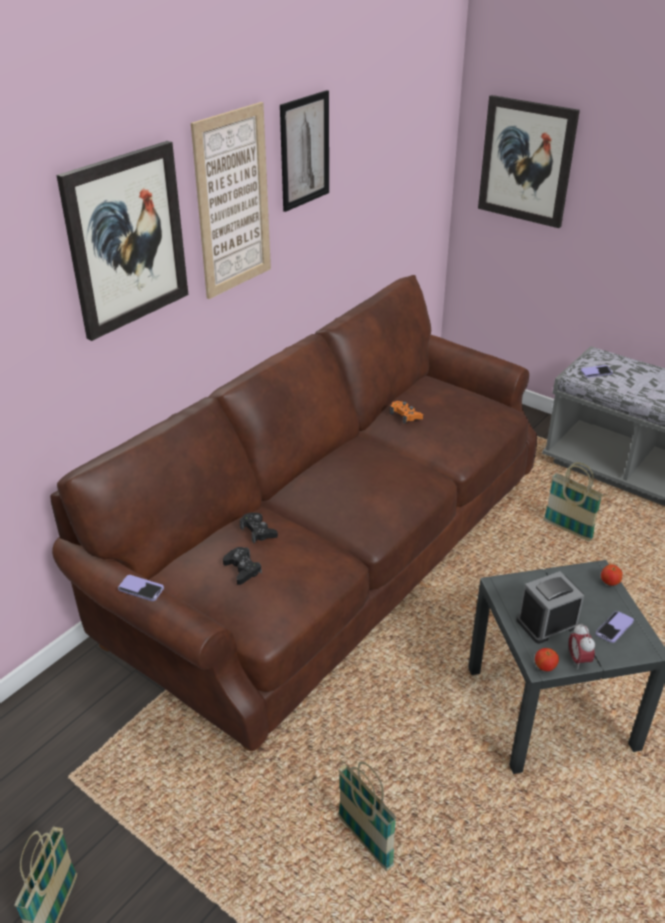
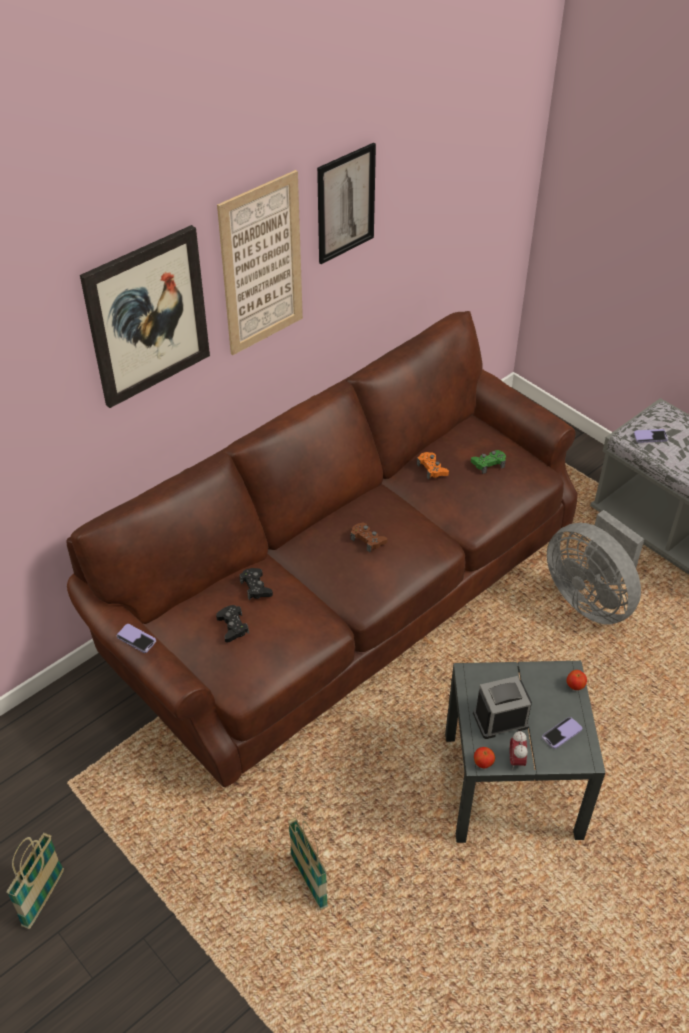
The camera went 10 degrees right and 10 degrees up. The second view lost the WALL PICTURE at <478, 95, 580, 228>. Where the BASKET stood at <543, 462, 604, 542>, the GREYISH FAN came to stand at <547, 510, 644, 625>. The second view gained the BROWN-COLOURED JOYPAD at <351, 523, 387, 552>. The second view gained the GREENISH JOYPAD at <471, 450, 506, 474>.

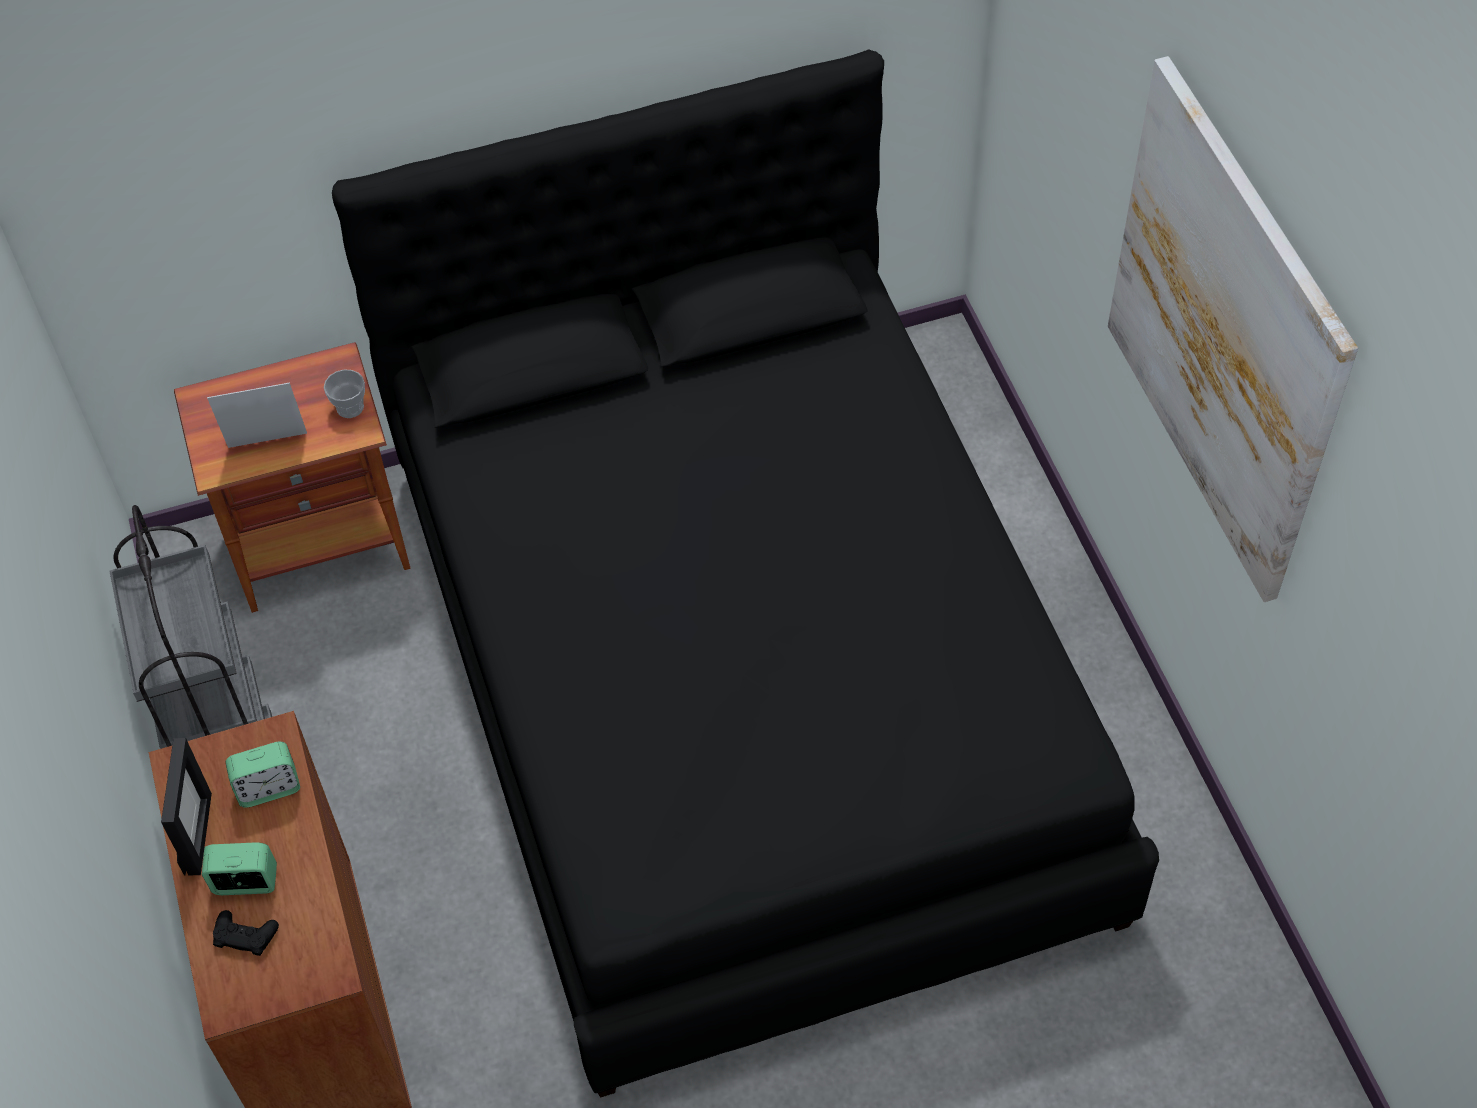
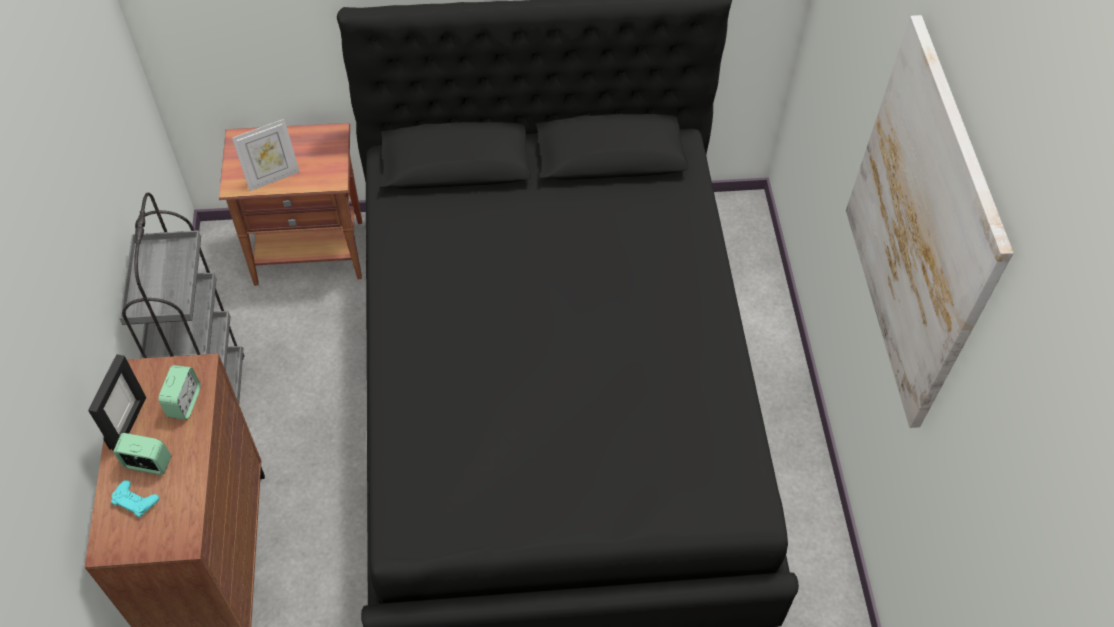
The camera went 10 degrees right and 0 degrees up. The PHOTO FRAME at <207, 383, 307, 448> ended up facing another way, 150 degrees clockwise from before. What was the BLACKISH JOYPAD at <213, 910, 279, 956> turned into the BLUE-GREEN JOYPAD at <111, 480, 159, 517>. The TABLE CLOCK at <225, 742, 300, 808> ended up facing another way, 75 degrees counterclockwise from before. The second view lost the SMALL CUP at <324, 370, 365, 418>.

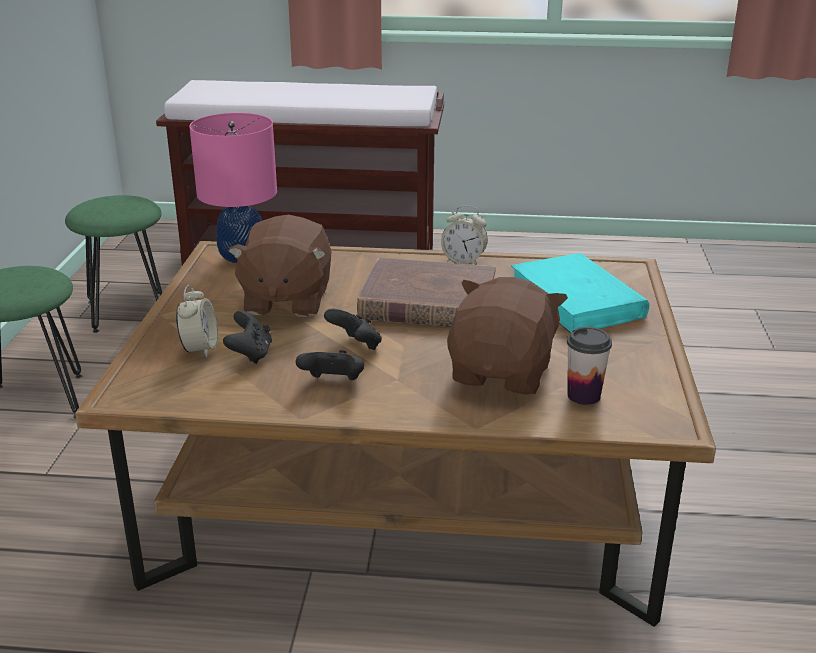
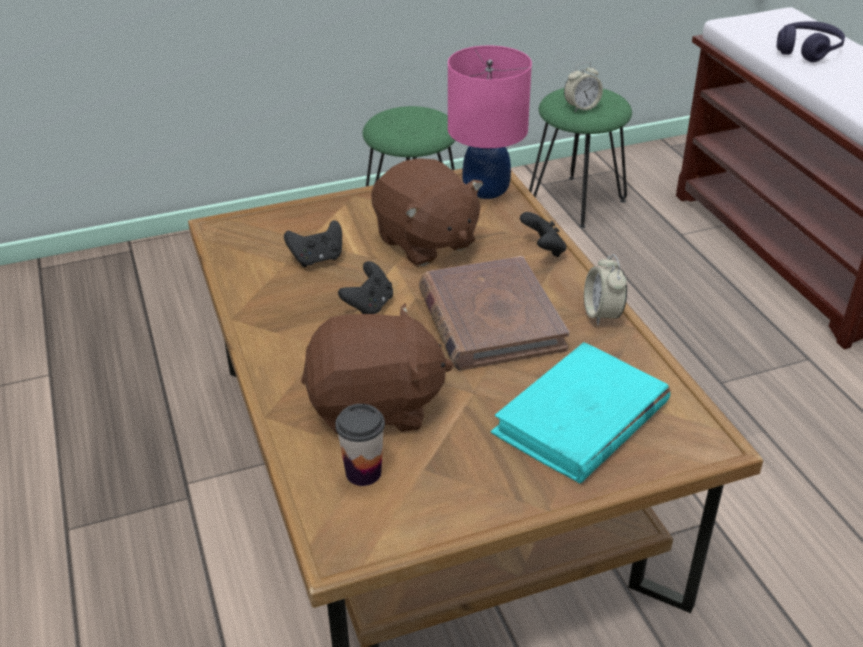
The camera went 65 degrees right and 10 degrees up. The TABLE CLOCK ended up elsewhere, having gone from <176, 285, 218, 358> to <564, 62, 603, 112>. The BROWN-COLOURED CUDDLY TOY at <228, 215, 331, 317> ended up facing another way, 105 degrees counterclockwise from before. The BLACKISH JOYPAD ended up elsewhere, having gone from <296, 350, 364, 380> to <520, 212, 566, 257>. The second view gained the PURPLISH PAIR OF HEADPHONES at <777, 21, 845, 62>.

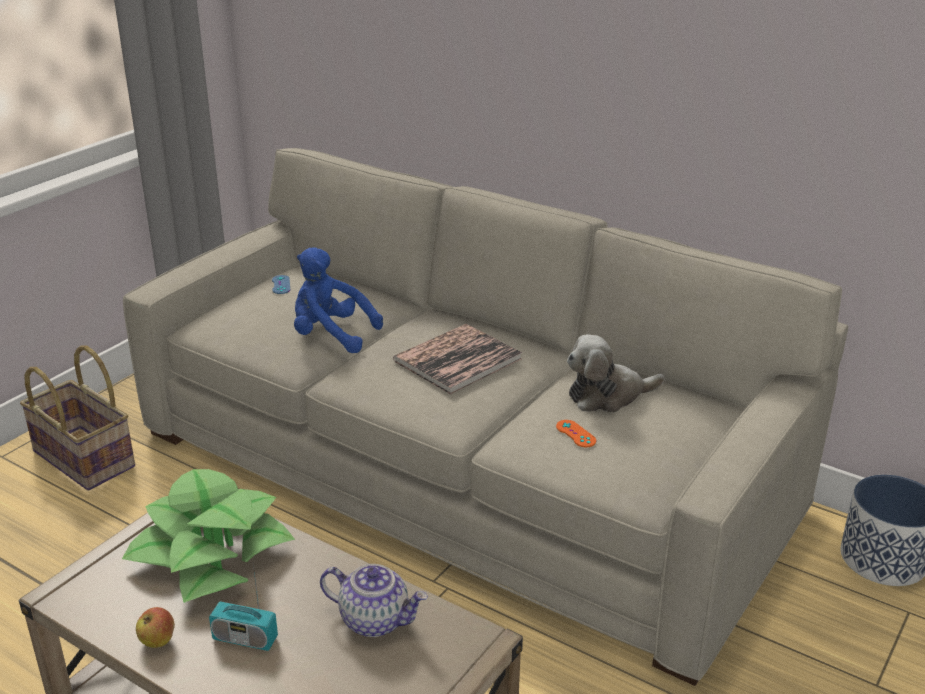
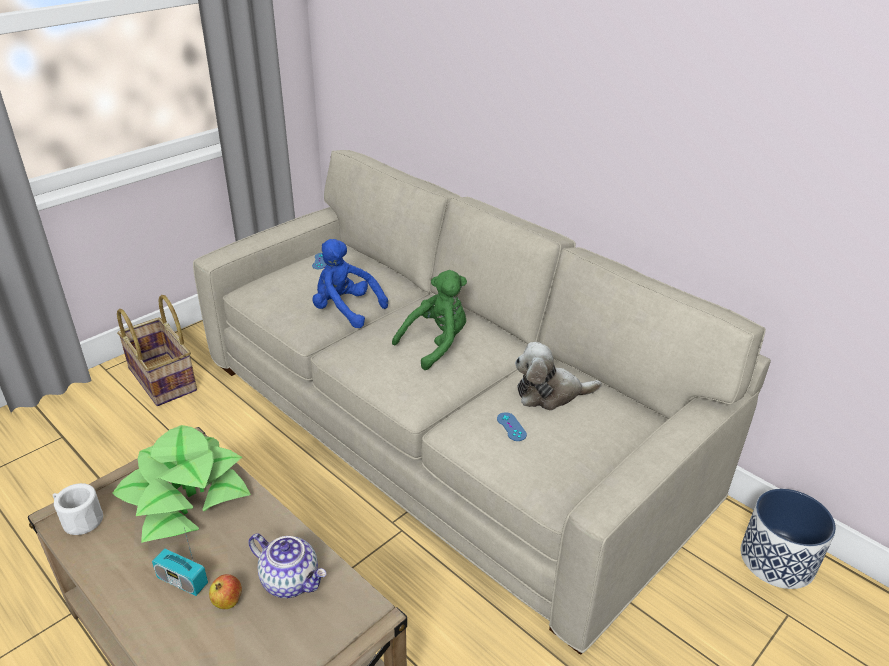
The camera went 10 degrees right and 5 degrees up. The WHOLE APPLE ended up elsewhere, having gone from <136, 607, 175, 648> to <209, 574, 242, 609>. Where the BOOK stood at <393, 324, 522, 394>, the GREENISH CUDDLY TOY came to stand at <392, 270, 467, 370>. What was the ORANGE-COLOURED JOYPAD at <556, 420, 596, 447> turned into the BLUE JOYPAD at <497, 412, 527, 441>. The second view gained the WHITE MUG at <53, 483, 103, 535>.

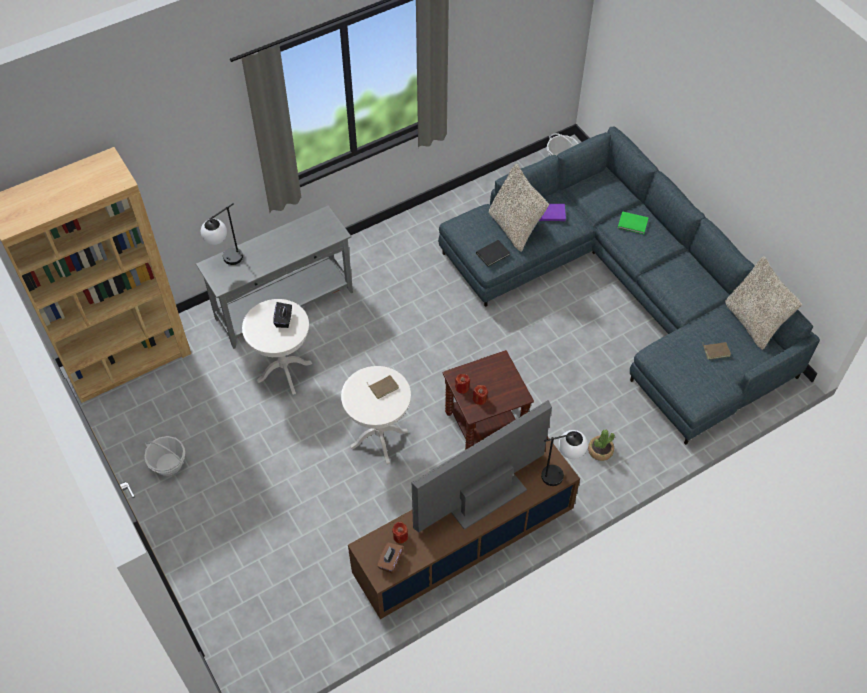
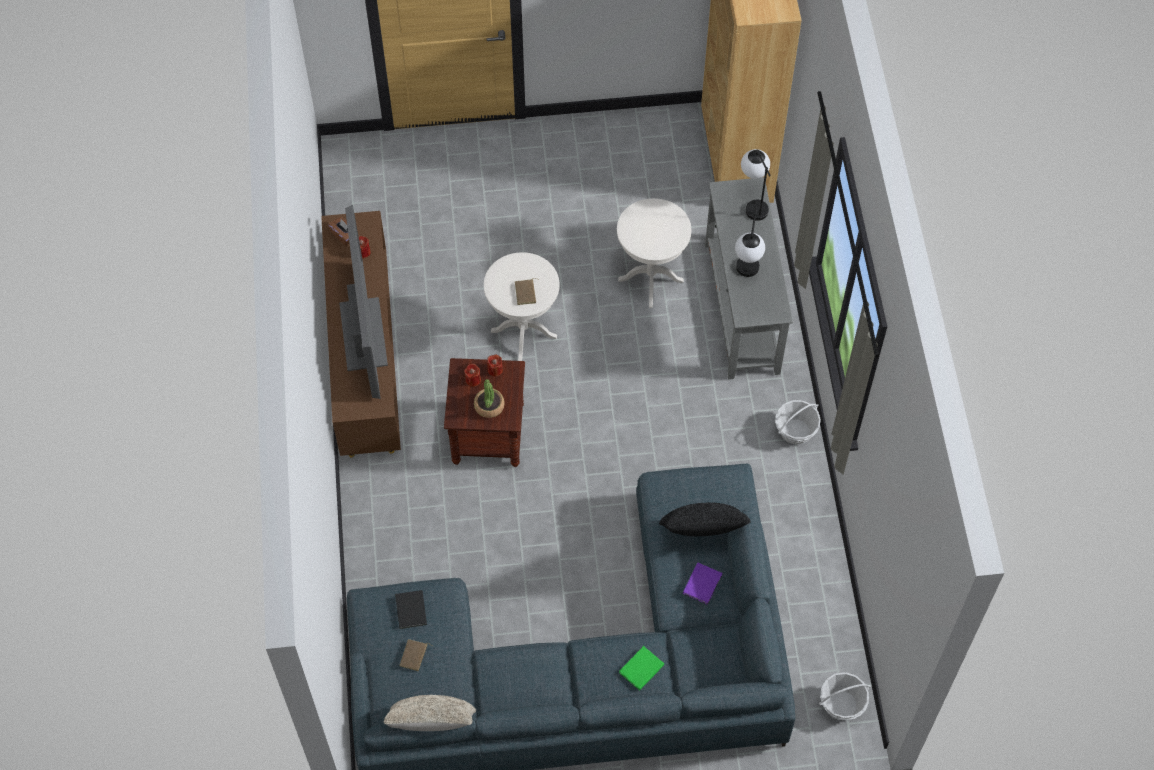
The camera went 115 degrees right and 5 degrees up. The BASKET ended up elsewhere, having gone from <144, 436, 185, 476> to <775, 400, 821, 444>. The second view lost the BLACKISH TISSUE BOX at <273, 302, 292, 328>. The BLACKISH BOOK ended up elsewhere, having gone from <476, 240, 510, 267> to <395, 590, 427, 629>. What was the BEIGE THROW PILLOW at <489, 164, 549, 252> turned into the BLACKISH THROW PILLOW at <659, 502, 751, 536>. The TABLE LAMP ended up elsewhere, having gone from <541, 430, 588, 486> to <735, 207, 765, 277>. The HOUSEPLANT ended up elsewhere, having gone from <588, 429, 615, 461> to <474, 379, 505, 418>.

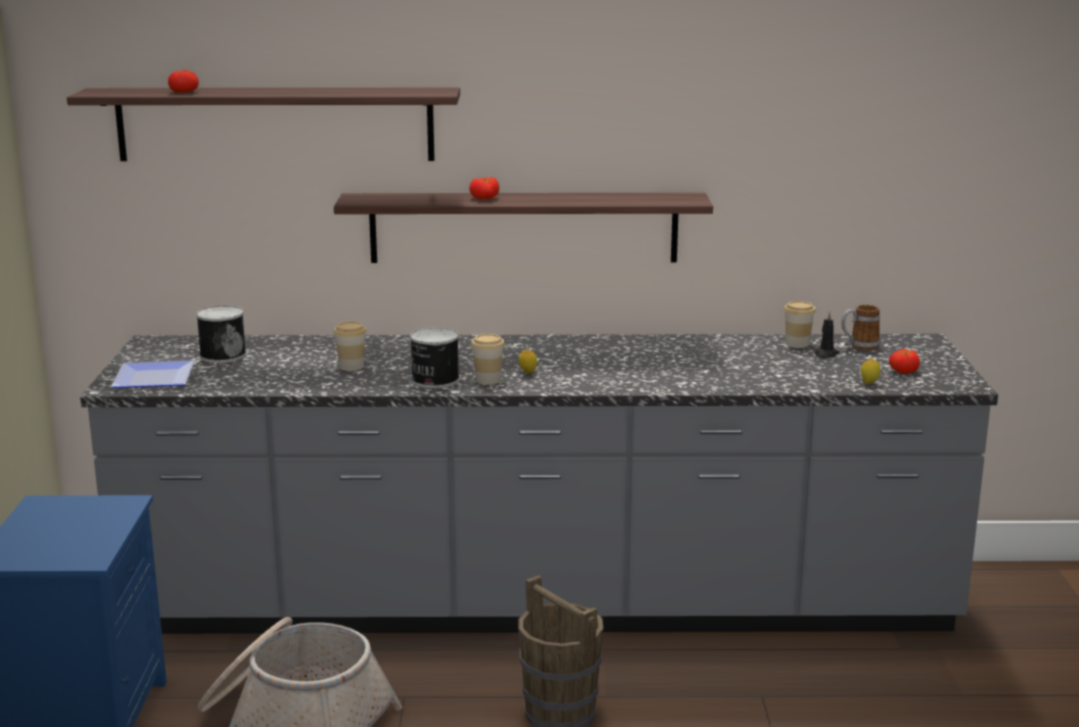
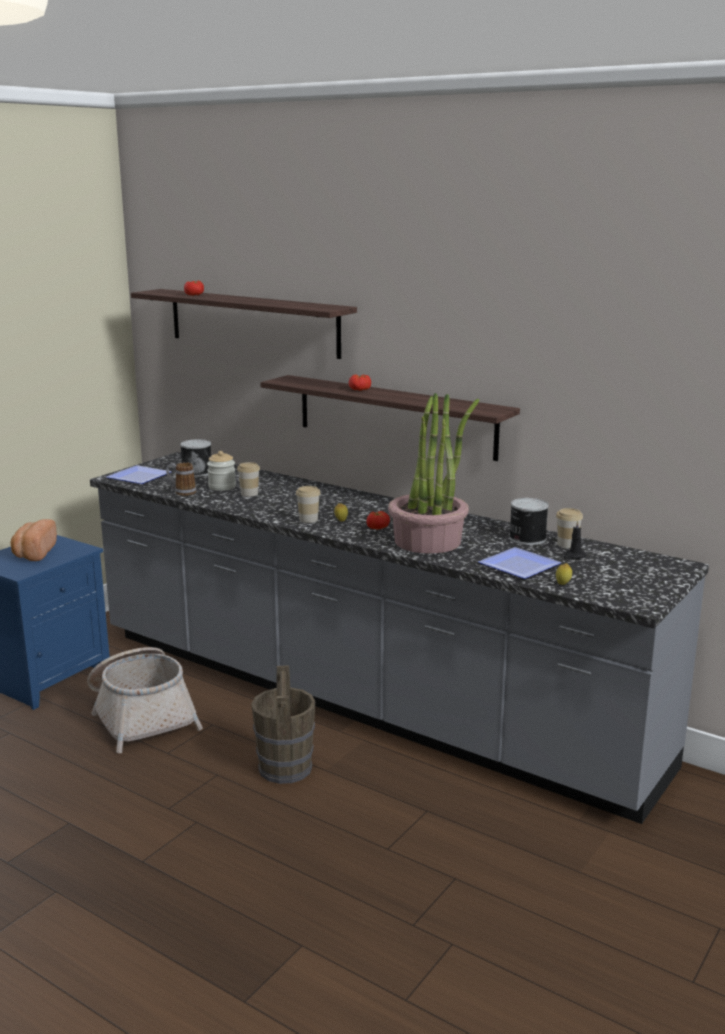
The camera went 35 degrees right and 0 degrees up. The METAL CAN ended up elsewhere, having gone from <410, 327, 459, 388> to <509, 498, 549, 545>. The MUG ended up elsewhere, having gone from <841, 305, 880, 351> to <166, 462, 196, 496>. The WHOLE TOMATO ended up elsewhere, having gone from <889, 349, 920, 374> to <367, 511, 390, 530>. The second view gained the BREAD at <10, 519, 57, 561>. The second view gained the JAR at <207, 451, 236, 491>. The second view gained the HOUSEPLANT at <388, 393, 479, 554>. The second view gained the FLAT DISH at <478, 547, 561, 579>.

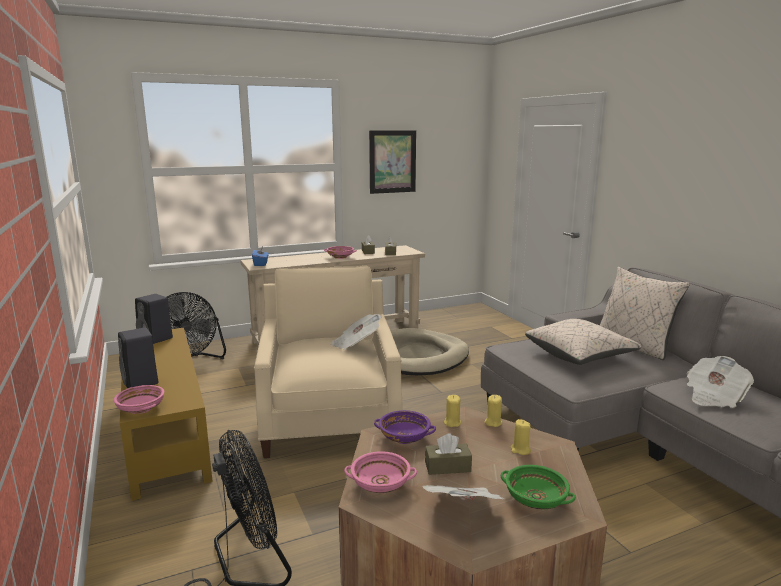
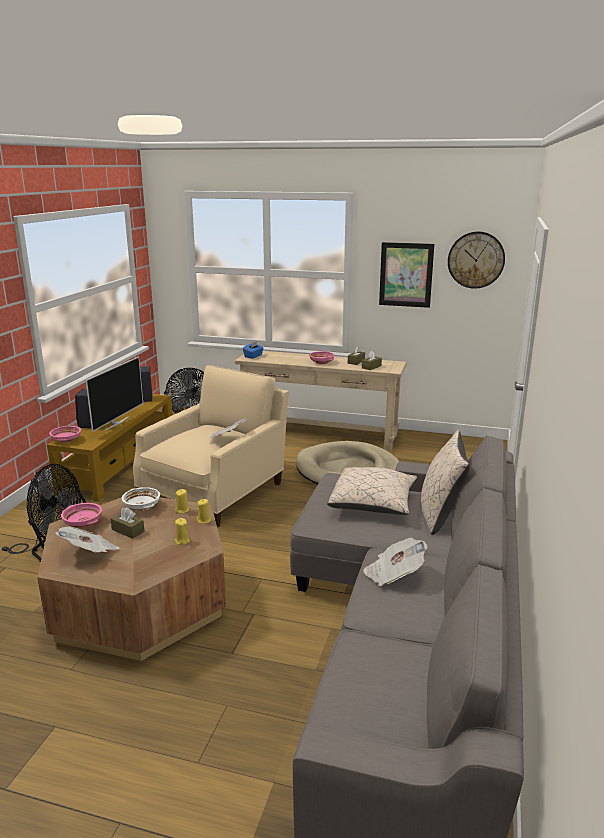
The camera went 40 degrees right and 5 degrees up. What was the PURPLISH SERVING BOWL at <374, 410, 436, 444> turned into the WHITE SERVING BOWL at <122, 487, 160, 511>. The second view lost the GREENISH SERVING BOWL at <501, 465, 576, 509>. The second view gained the TV SET at <86, 356, 143, 432>. The second view gained the CLOCK ON THE WALL at <448, 232, 505, 289>.

